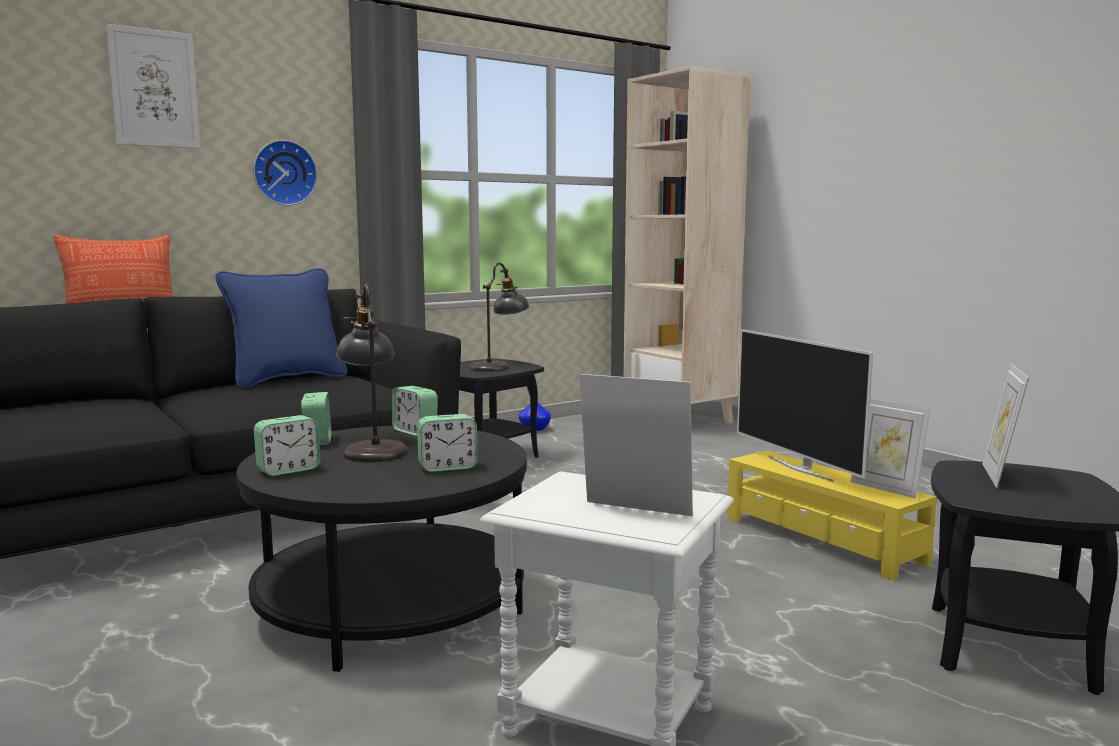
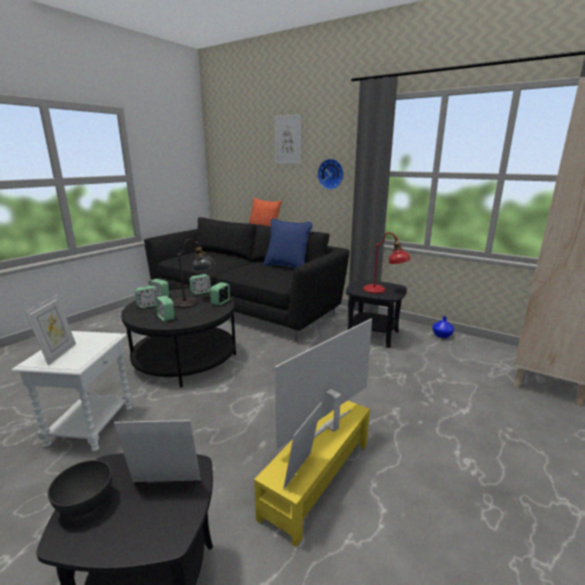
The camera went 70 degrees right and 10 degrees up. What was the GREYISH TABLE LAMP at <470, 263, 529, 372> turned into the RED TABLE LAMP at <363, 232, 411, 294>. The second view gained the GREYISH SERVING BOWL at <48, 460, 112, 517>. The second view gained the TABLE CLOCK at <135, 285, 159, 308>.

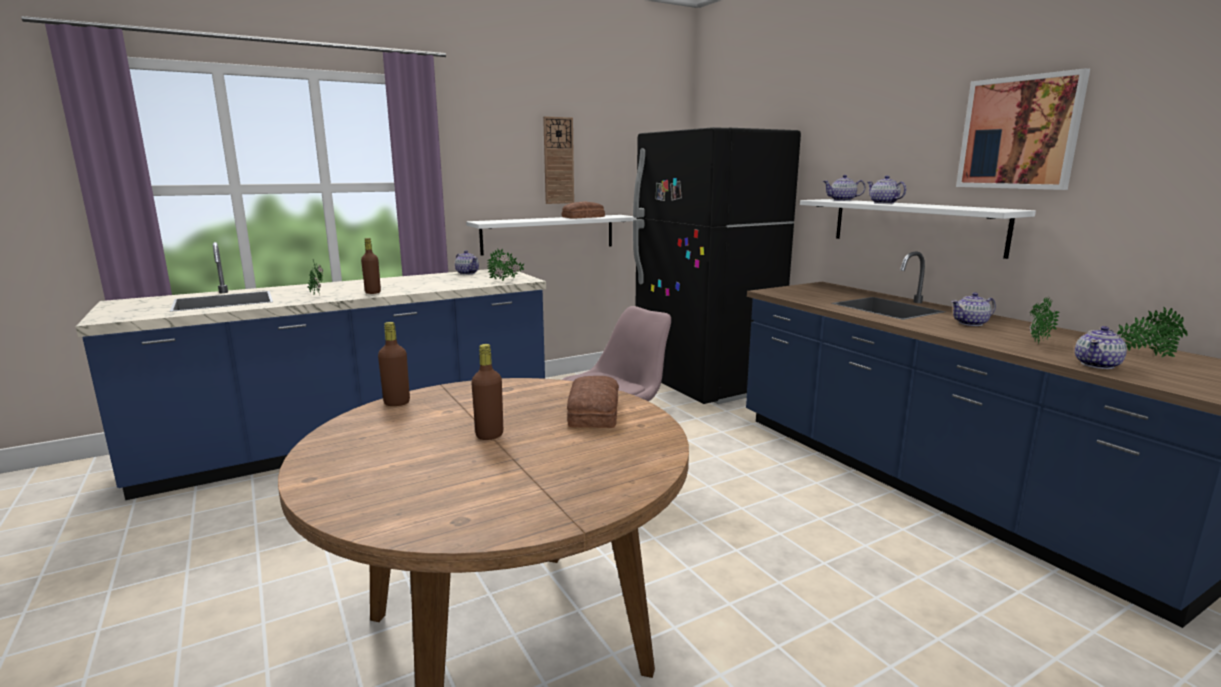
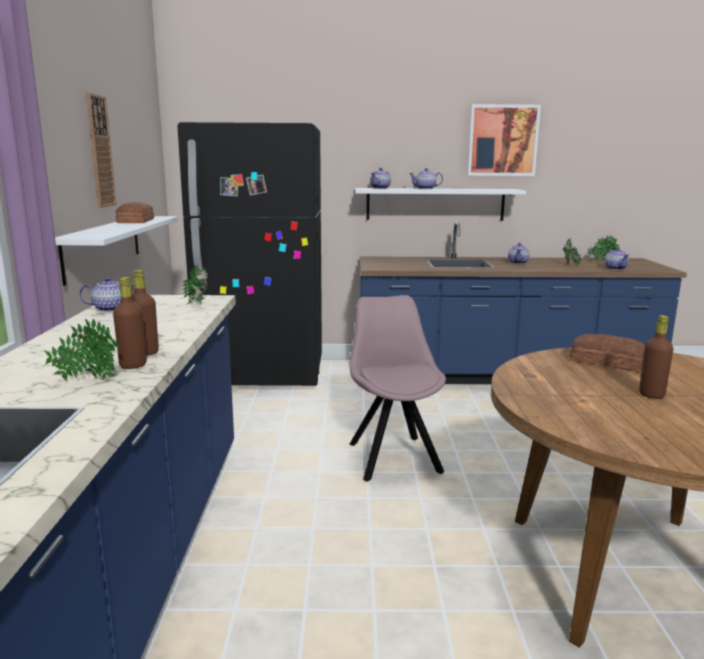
The camera went 60 degrees left and 0 degrees up. The BROWN-COLOURED DRINK BOTTLE ended up elsewhere, having gone from <378, 322, 410, 406> to <113, 277, 146, 369>.

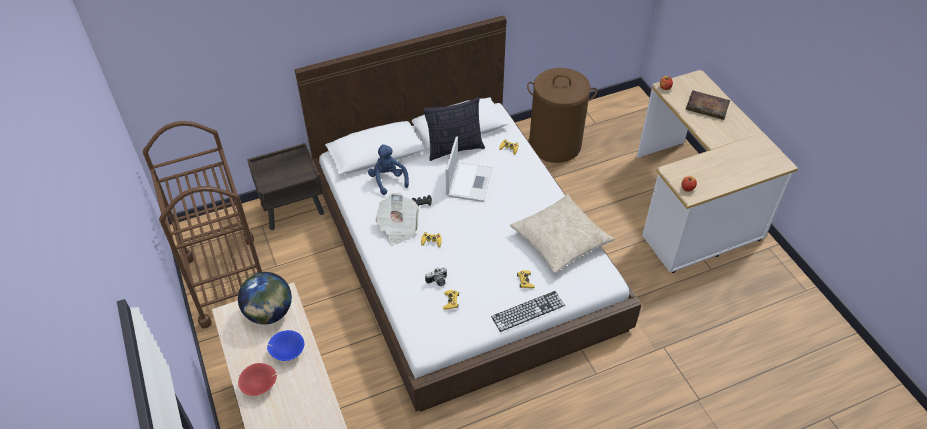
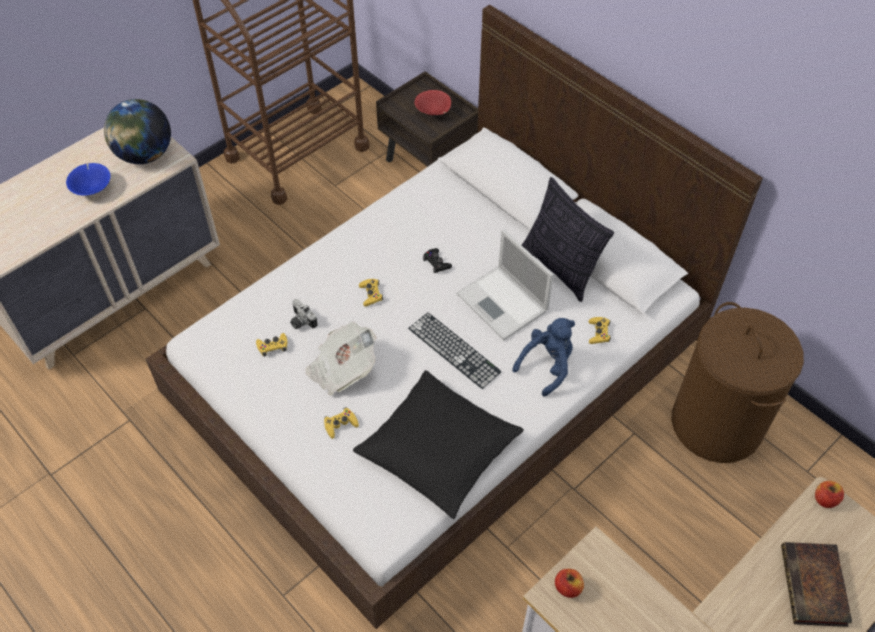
The camera went 70 degrees right and 5 degrees up. The RED SERVING BOWL ended up elsewhere, having gone from <238, 363, 277, 396> to <414, 90, 451, 115>. The BLUE CUDDLY TOY ended up elsewhere, having gone from <368, 144, 409, 195> to <512, 318, 575, 397>. The PRINTED PAPER ended up elsewhere, having gone from <376, 193, 419, 245> to <306, 322, 377, 396>. The PORTABLE COMPUTER at <445, 137, 493, 202> ended up facing another way, 60 degrees clockwise from before. The KEYBOARD ended up elsewhere, having gone from <491, 291, 565, 332> to <408, 313, 502, 389>. What was the BEIGE THROW PILLOW at <510, 194, 615, 273> turned into the BLACKISH THROW PILLOW at <353, 370, 524, 519>.

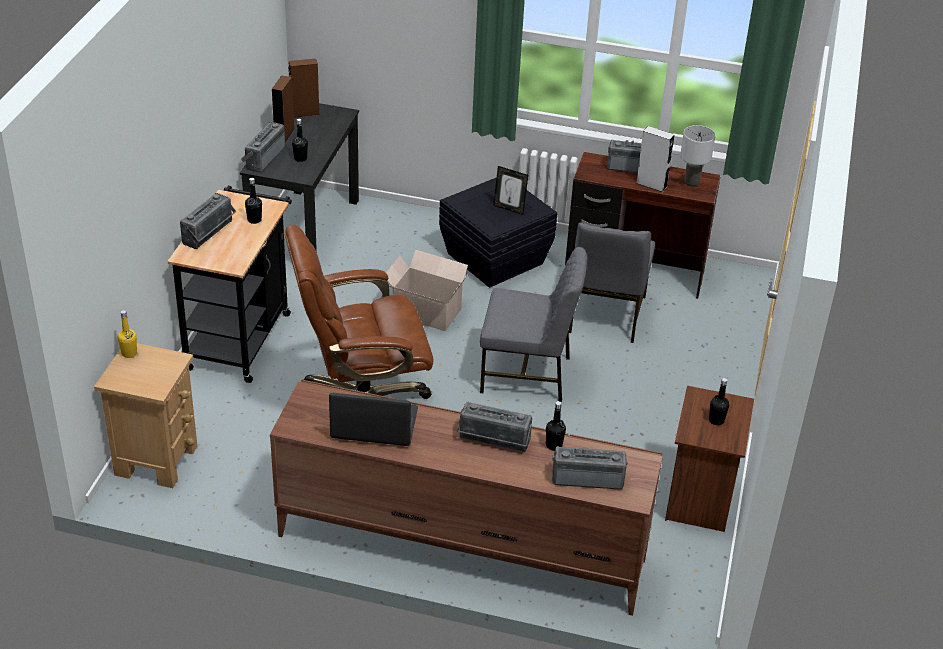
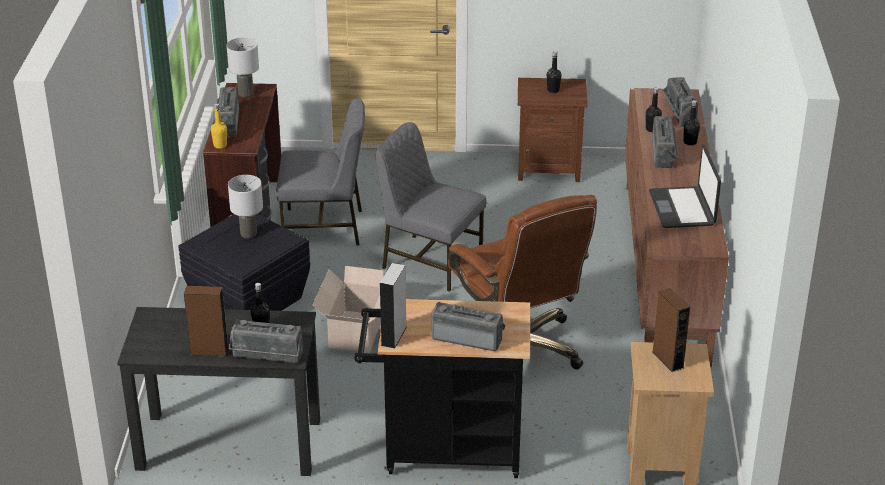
The camera went 100 degrees left and 5 degrees down. The YELLOWISH DRINK BOTTLE ended up elsewhere, having gone from <117, 310, 137, 358> to <211, 103, 227, 149>. The BLACKISH DRINK BOTTLE ended up elsewhere, having gone from <245, 178, 262, 224> to <683, 100, 700, 146>. The BROWN-COLOURED LOUDSPEAKER ended up elsewhere, having gone from <289, 59, 320, 118> to <652, 288, 690, 372>. The GREYISH CHAIR at <480, 247, 587, 402> ended up facing another way, 60 degrees counterclockwise from before. Where the PHOTO FRAME stood at <493, 166, 528, 215>, the WHITE TABLE LAMP came to stand at <228, 175, 263, 239>. The GREYISH LOUDSPEAKER ended up elsewhere, having gone from <636, 126, 675, 192> to <380, 263, 407, 348>.

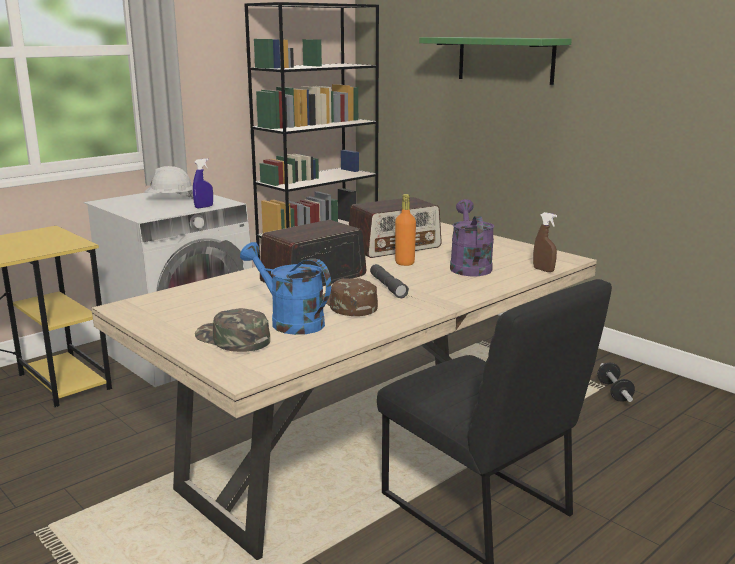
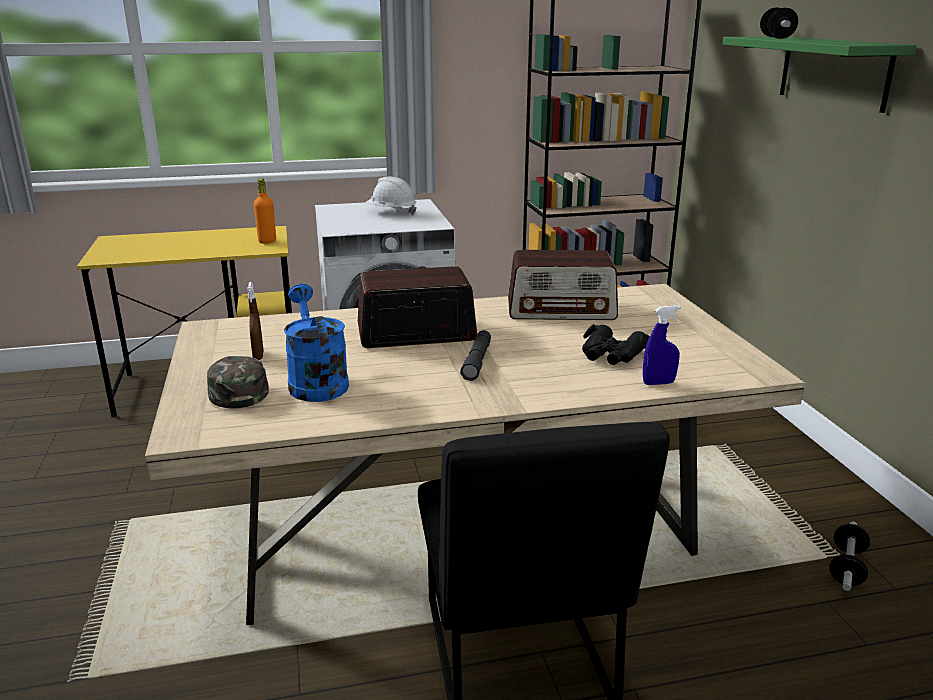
The camera went 30 degrees right and 5 degrees up. The BLUE HAND SPRAYER ended up elsewhere, having gone from <193, 158, 213, 209> to <643, 305, 681, 385>. The second view lost the BROWN-COLOURED PEAKED CAP at <323, 278, 378, 316>. The ORANGE-COLOURED DRINK BOTTLE ended up elsewhere, having gone from <395, 194, 416, 266> to <254, 178, 276, 244>. Where the PURPLISH WATERING CAN stood at <450, 199, 495, 276>, the BLACKISH PAIR OF BINOCULARS came to stand at <582, 324, 650, 365>. The BROWN-COLOURED HAND SPRAYER ended up elsewhere, having gone from <533, 212, 557, 272> to <247, 282, 263, 360>. The second view gained the HAND WEIGHT at <760, 7, 798, 39>.

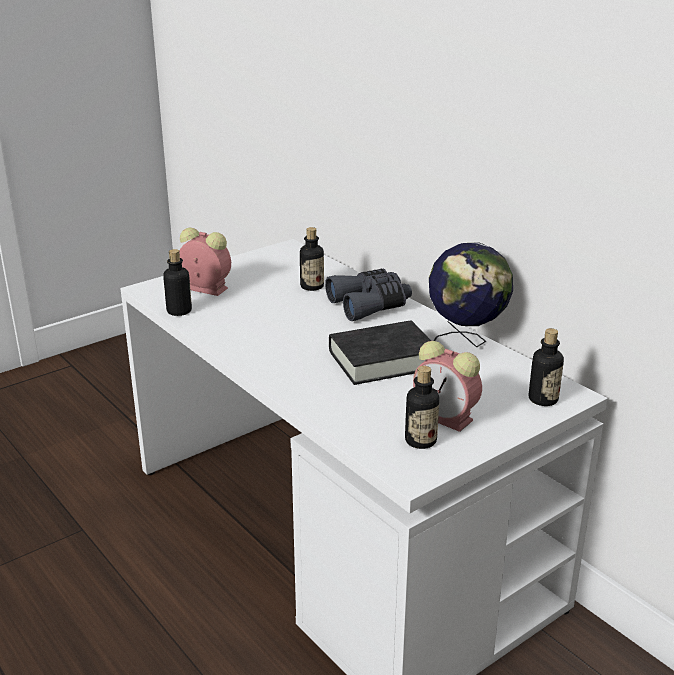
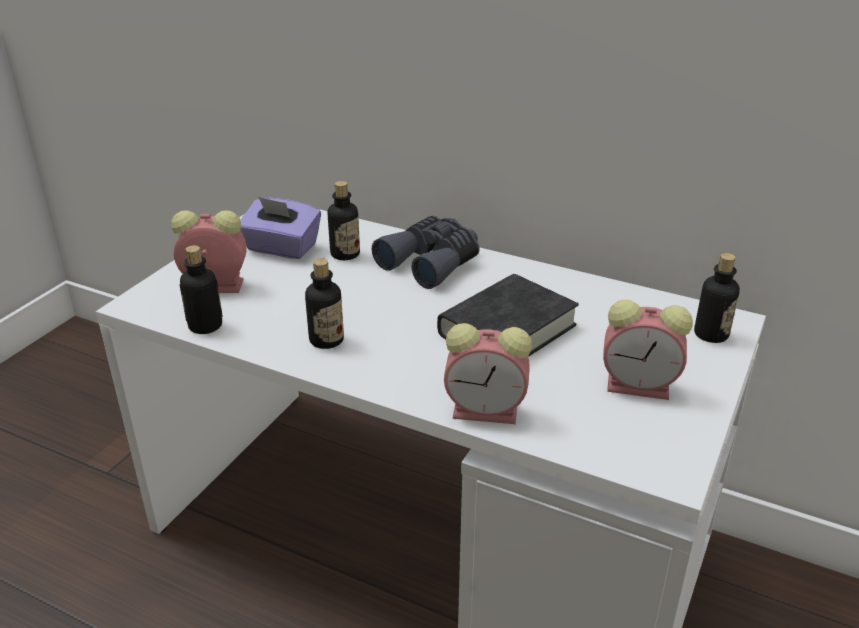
The camera went 25 degrees left and 5 degrees up. The DRINK BOTTLE ended up elsewhere, having gone from <405, 366, 439, 449> to <305, 258, 344, 349>. The second view lost the DESK GLOBE at <429, 242, 513, 347>. The second view gained the PURPLISH TISSUE BOX at <240, 197, 321, 259>. The second view gained the TABLE CLOCK at <444, 323, 532, 424>.

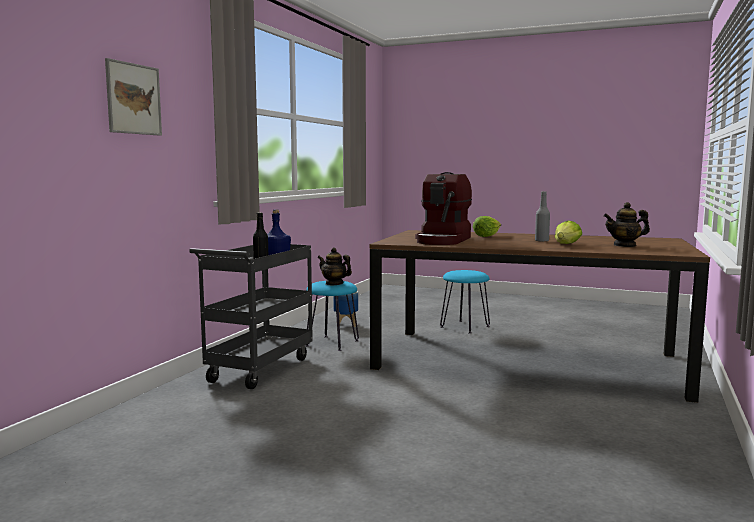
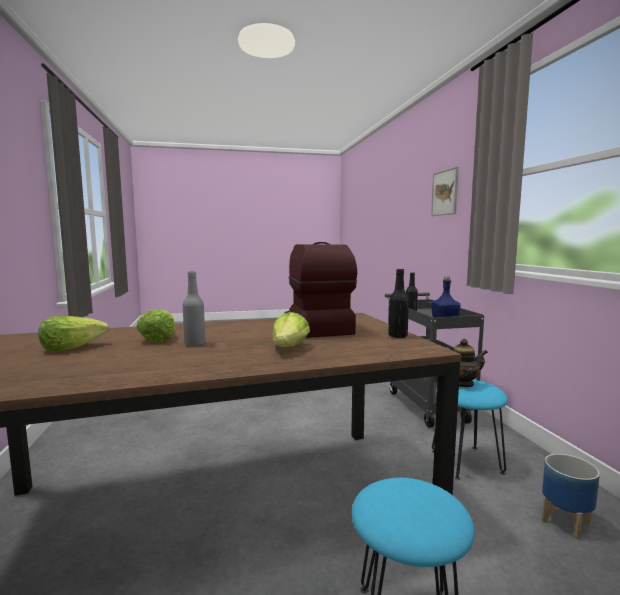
The camera went 145 degrees right and 0 degrees up. Where the POT FOR TEA stood at <604, 202, 650, 247>, the LETTUCE HEAD came to stand at <38, 316, 109, 352>. The second view gained the BLACKISH DRINK BOTTLE at <388, 268, 409, 338>.

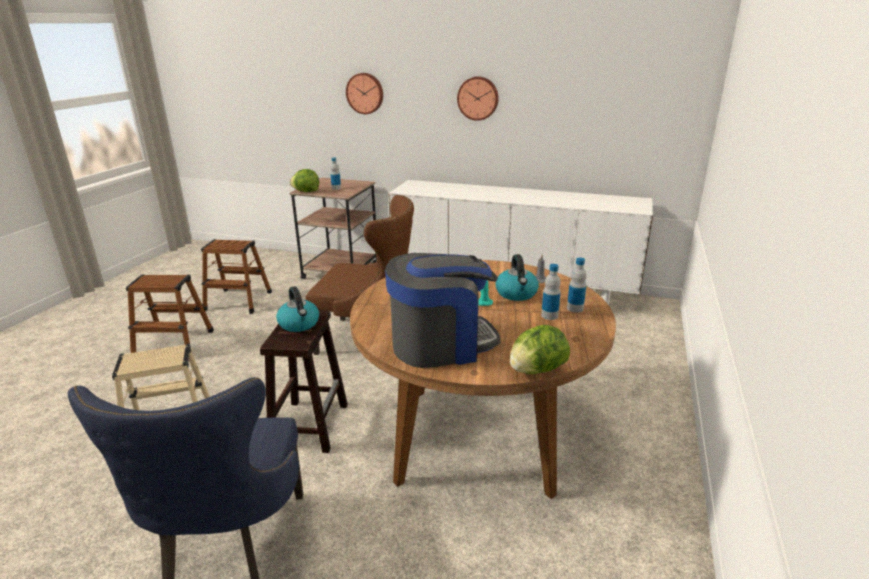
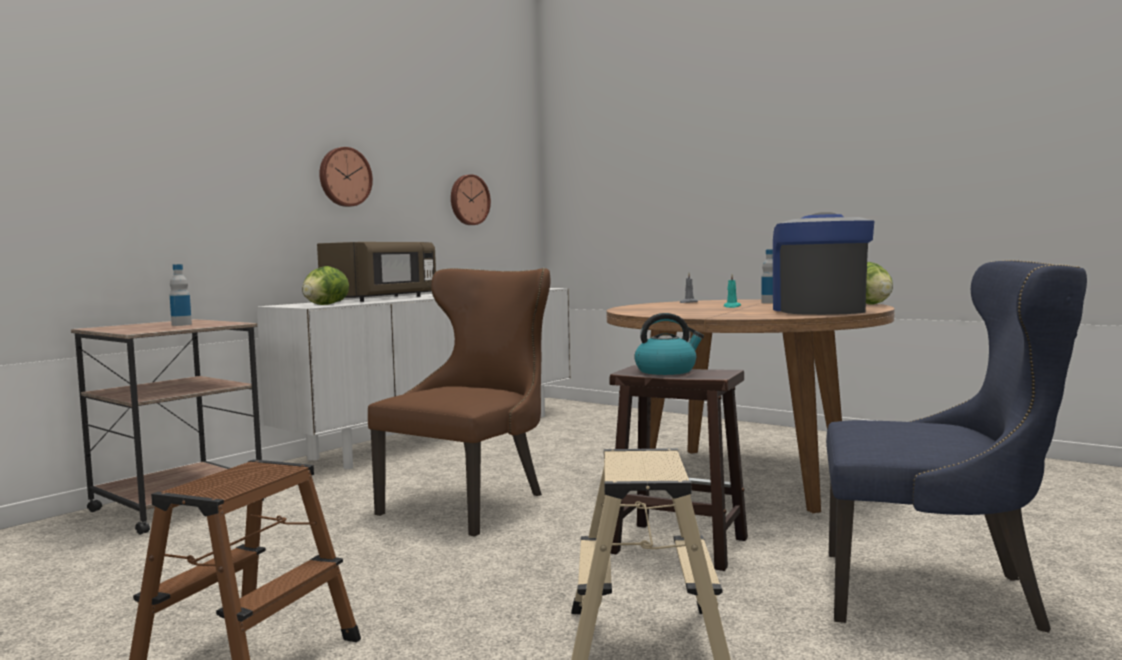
The camera went 70 degrees left and 20 degrees down. The second view lost the BROWN-COLOURED STEPLADDER at <201, 239, 272, 314>. The LETTUCE HEAD ended up elsewhere, having gone from <290, 169, 319, 192> to <302, 266, 349, 305>. The CLOCK ON THE WALL ended up elsewhere, having gone from <346, 73, 383, 114> to <451, 174, 491, 225>. The second view lost the WATER KETTLE at <496, 254, 539, 301>. The second view lost the DRINK BOTTLE at <567, 258, 587, 313>. The second view gained the BROWN-COLOURED MICROWAVE OVEN at <317, 242, 436, 302>.

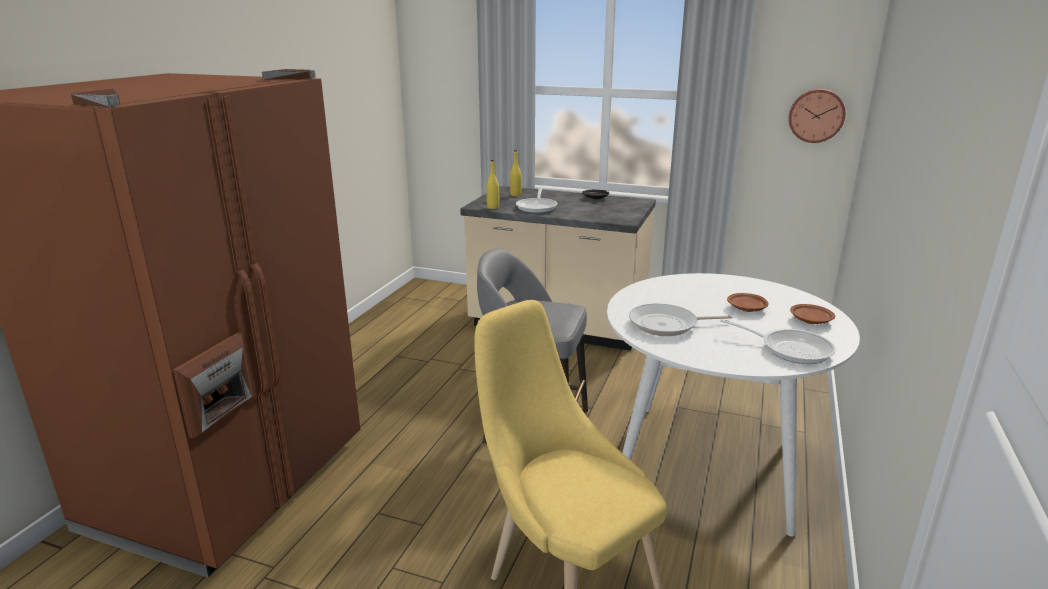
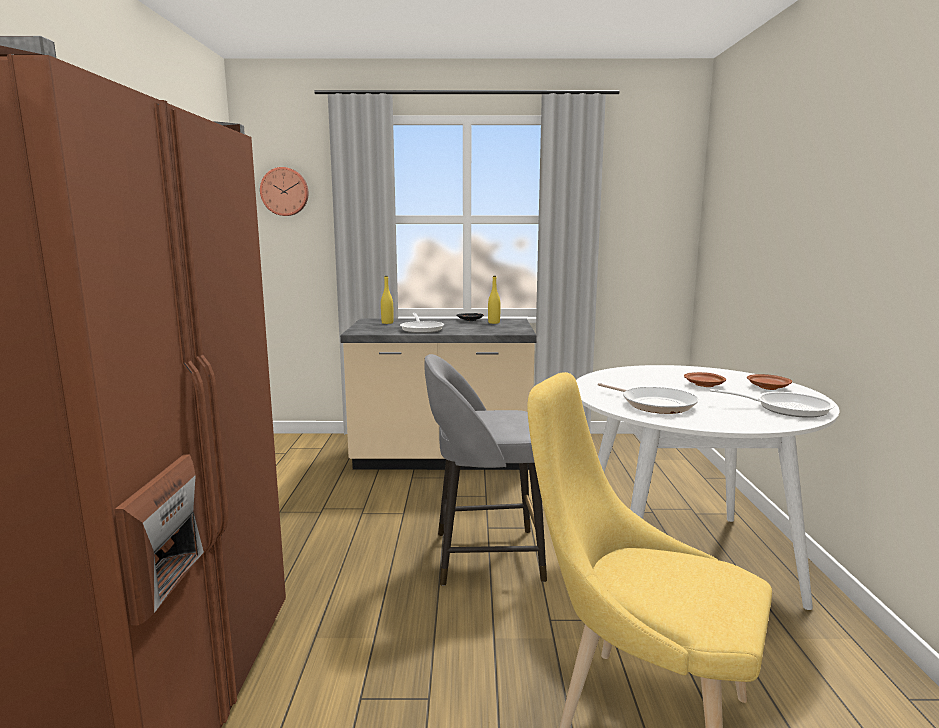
The camera went 20 degrees left and 10 degrees down. The YELLOWISH DRINK BOTTLE ended up elsewhere, having gone from <486, 160, 499, 209> to <488, 276, 501, 324>. The SKILLET at <629, 304, 732, 336> ended up facing another way, 105 degrees counterclockwise from before. The CLOCK ON THE WALL ended up elsewhere, having gone from <789, 89, 845, 143> to <260, 167, 309, 216>.

